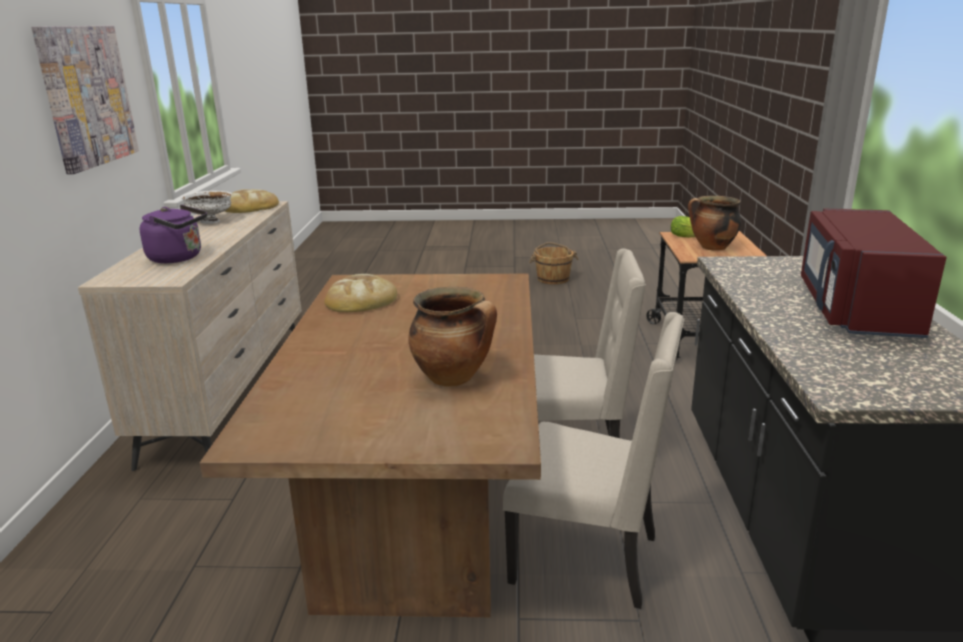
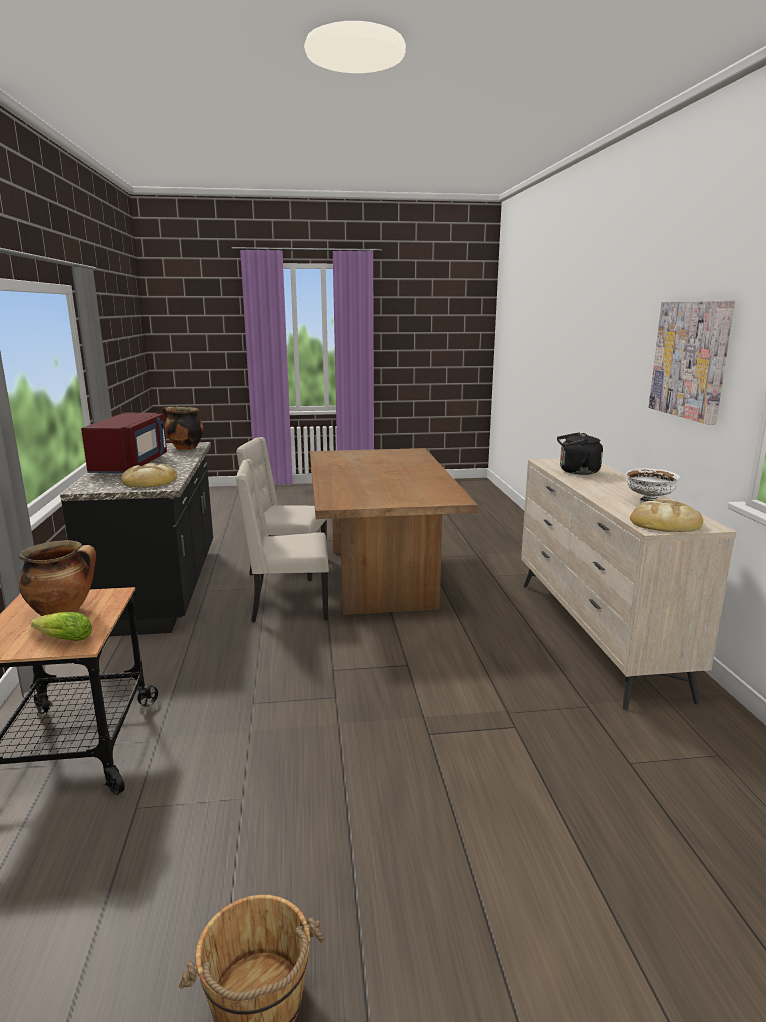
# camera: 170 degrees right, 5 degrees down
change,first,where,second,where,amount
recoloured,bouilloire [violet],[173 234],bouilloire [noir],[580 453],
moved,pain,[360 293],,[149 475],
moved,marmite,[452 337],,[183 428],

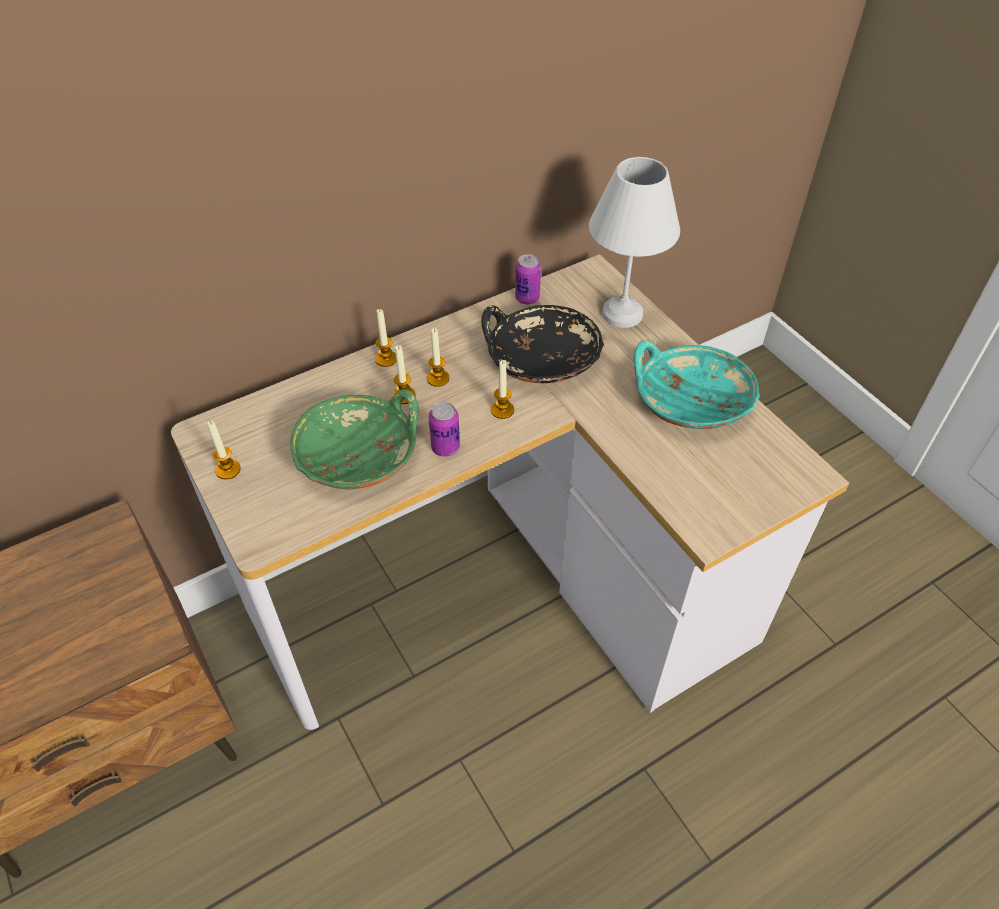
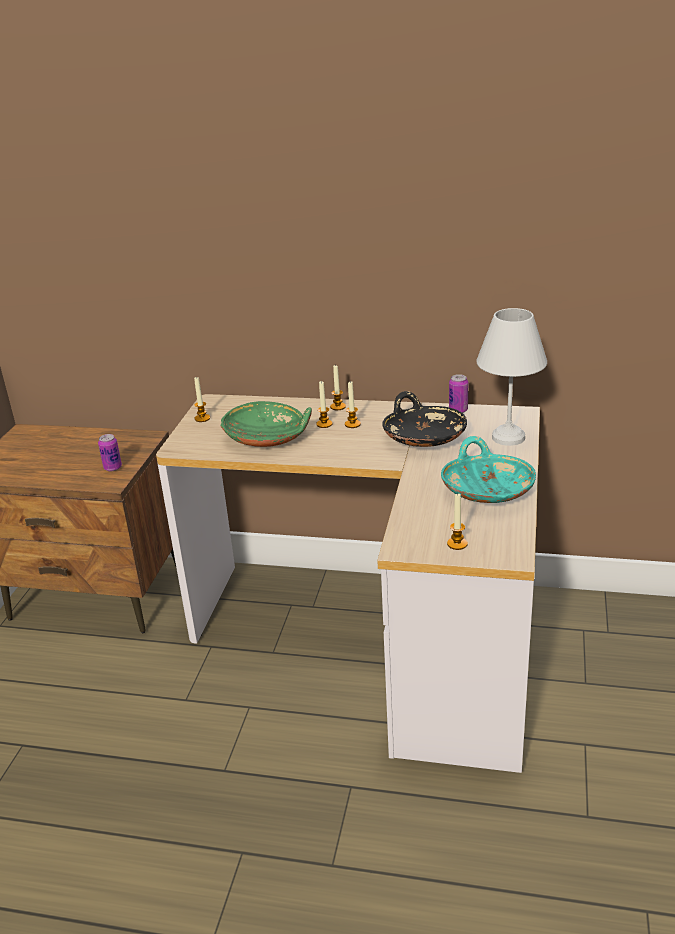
# camera: 45 degrees right, 20 degrees down
change,first,where,second,where,amount
moved,bougie,[502 389],,[457 522],
moved,boîte métallique,[444 429],,[110 452],

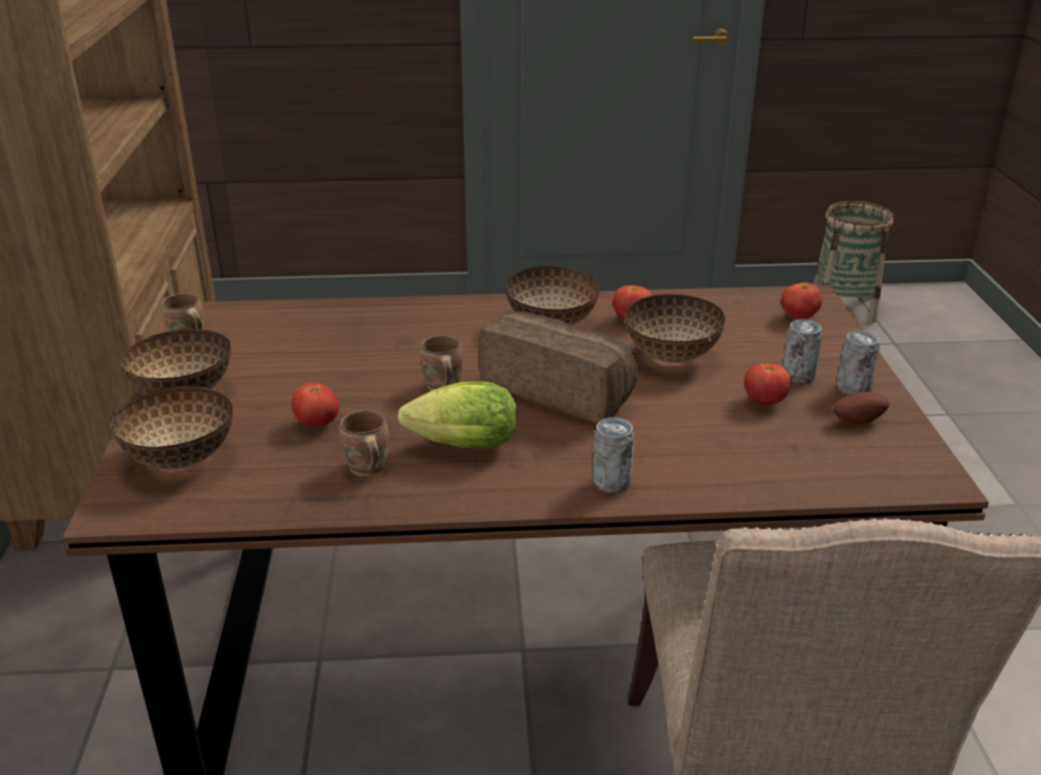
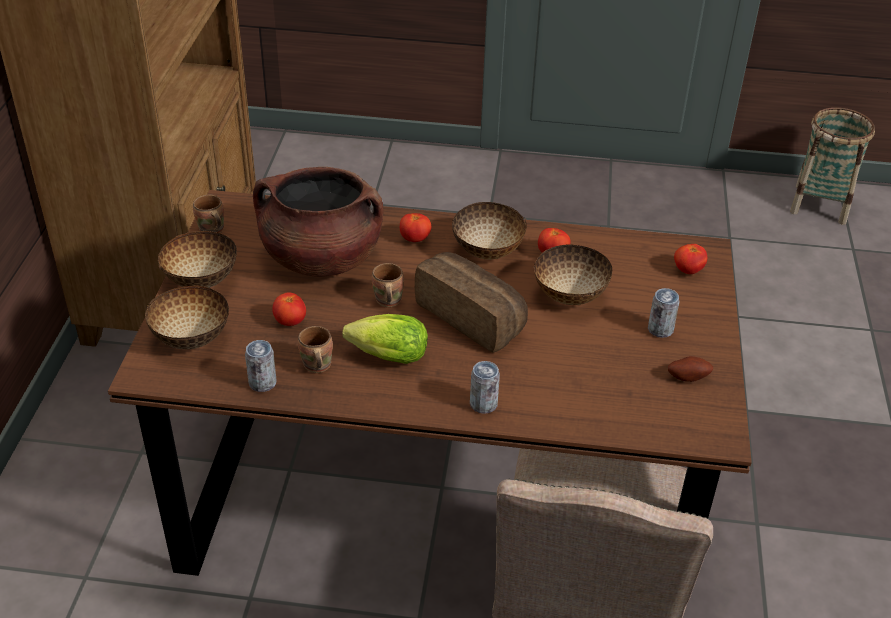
# camera: 10 degrees right, 10 degrees up
change,first,where,second,where,amount
moved,boîte métallique,[858 363],,[261 366],
moved,tomate,[767 384],,[415 227],
added,,,marmite [marron],[318 222],

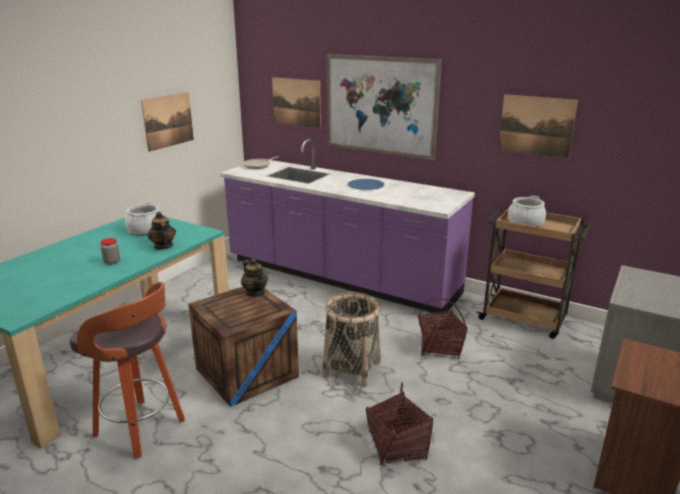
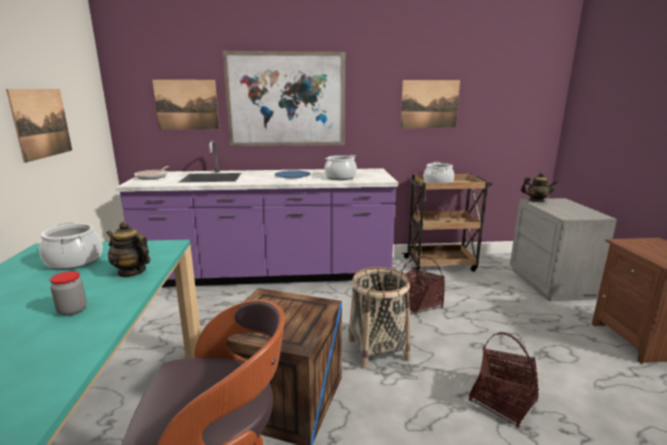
# camera: 35 degrees left, 5 degrees down
change,first,where,second,where,amount
moved,théière,[254 278],,[539 187],
added,,,marmite,[340 167],

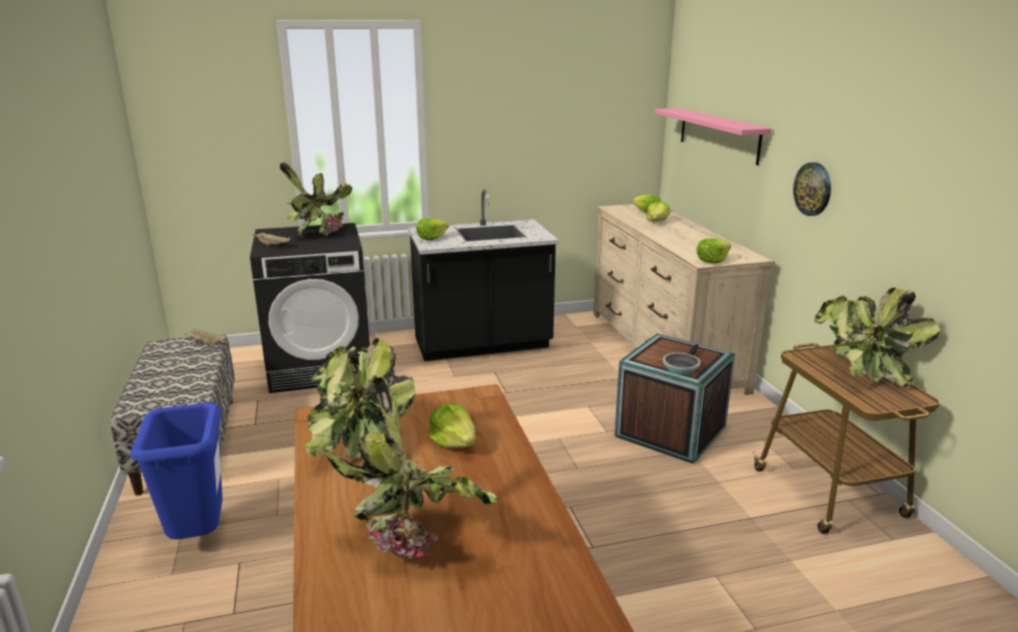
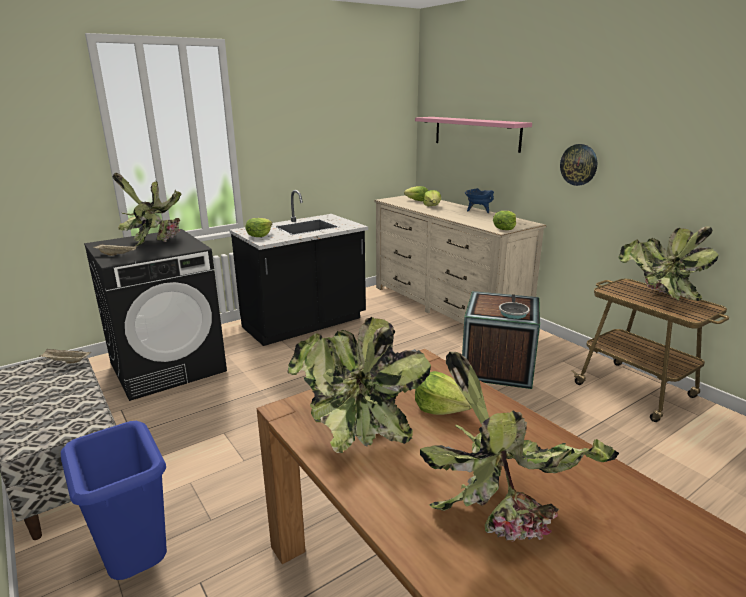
# camera: 20 degrees left, 0 degrees up
change,first,where,second,where,amount
added,,,marmite [bleu],[479 200],

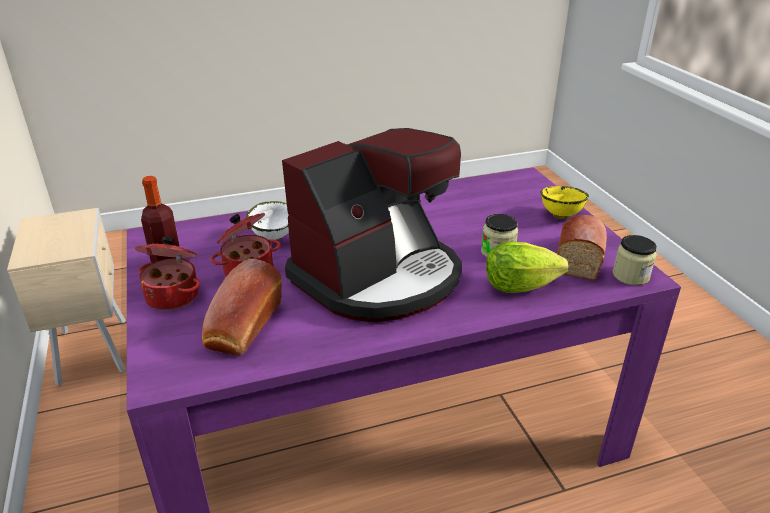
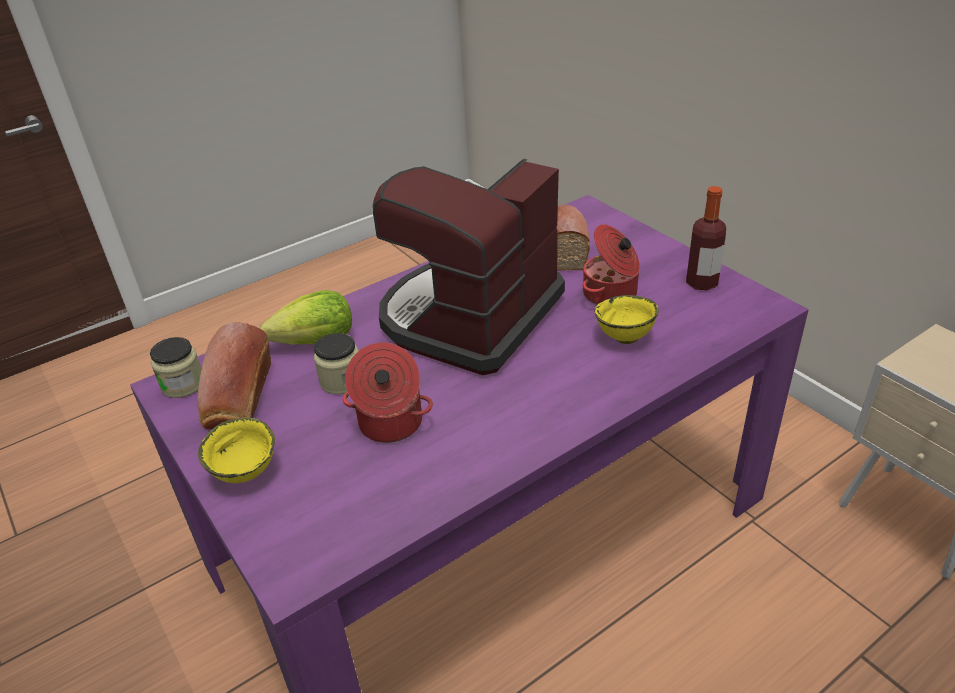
# camera: 165 degrees right, 5 degrees up
change,first,where,second,where,amount
recoloured,bol [blanc],[267 220],bol [jaune],[627 319],
moved,marmite,[167 273],,[388 392],

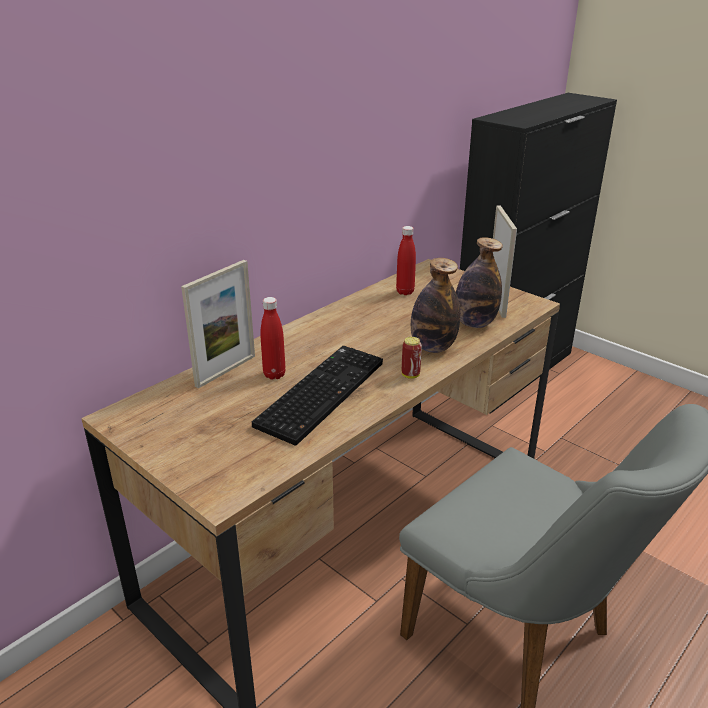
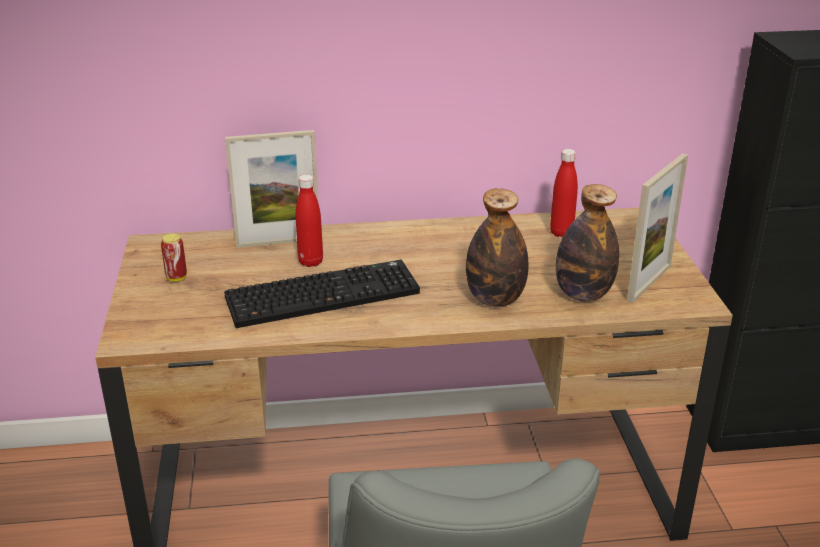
# camera: 40 degrees right, 0 degrees up
change,first,where,second,where,amount
moved,boîte métallique,[412 358],,[174 258],

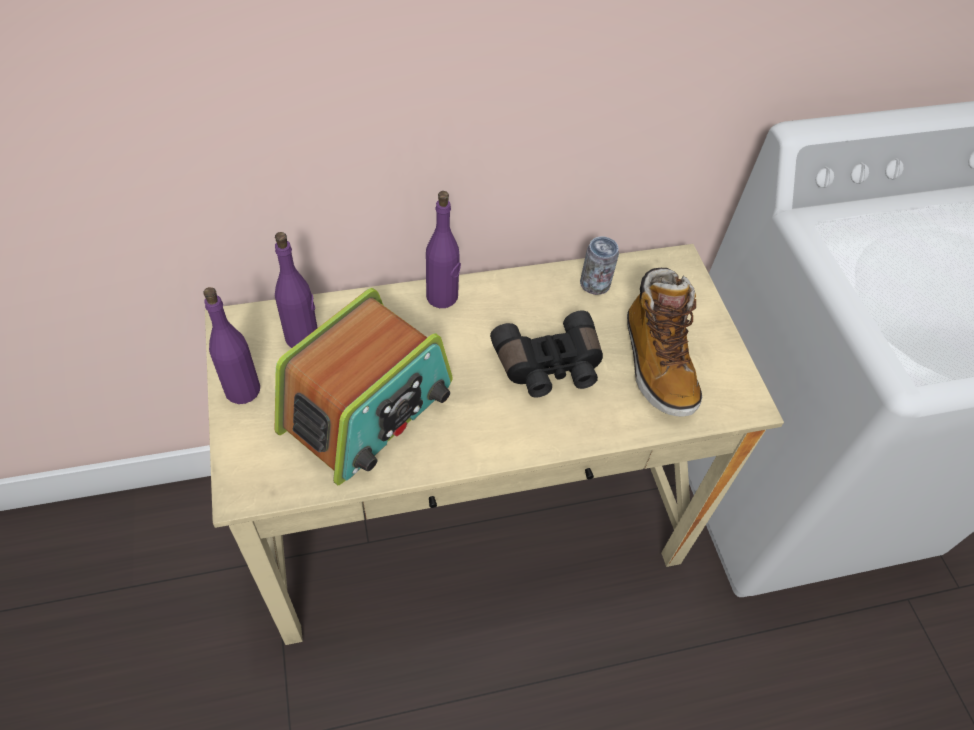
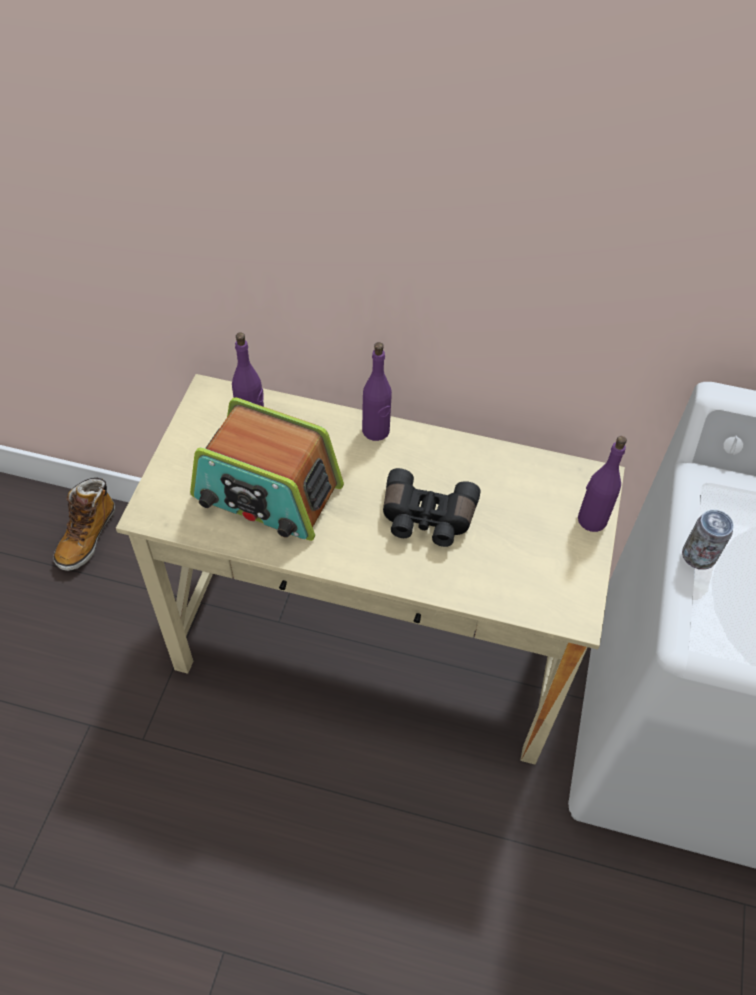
# camera: 30 degrees right, 0 degrees up
change,first,where,second,where,amount
moved,boîte métallique,[599 266],,[708 540],
moved,botte,[664 342],,[84 524],
moved,bouteille [violet],[231 345],,[602 484],
turned,radio,[364 386],,[267 469],45 degrees clockwise

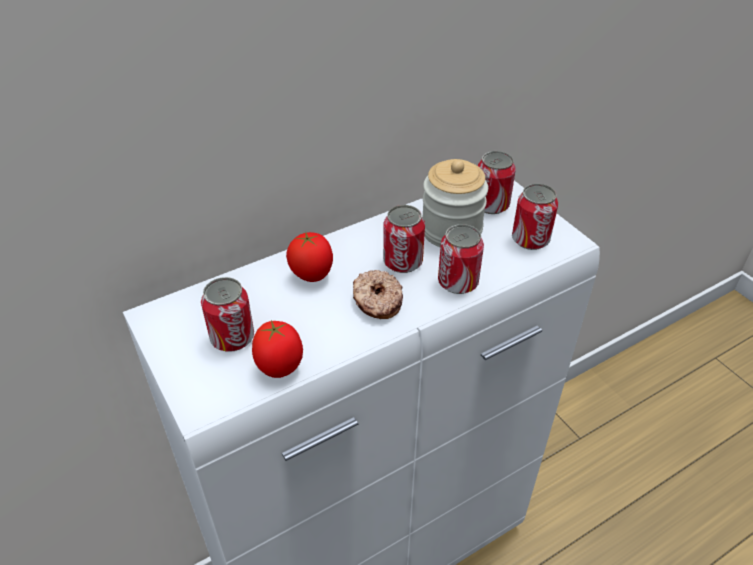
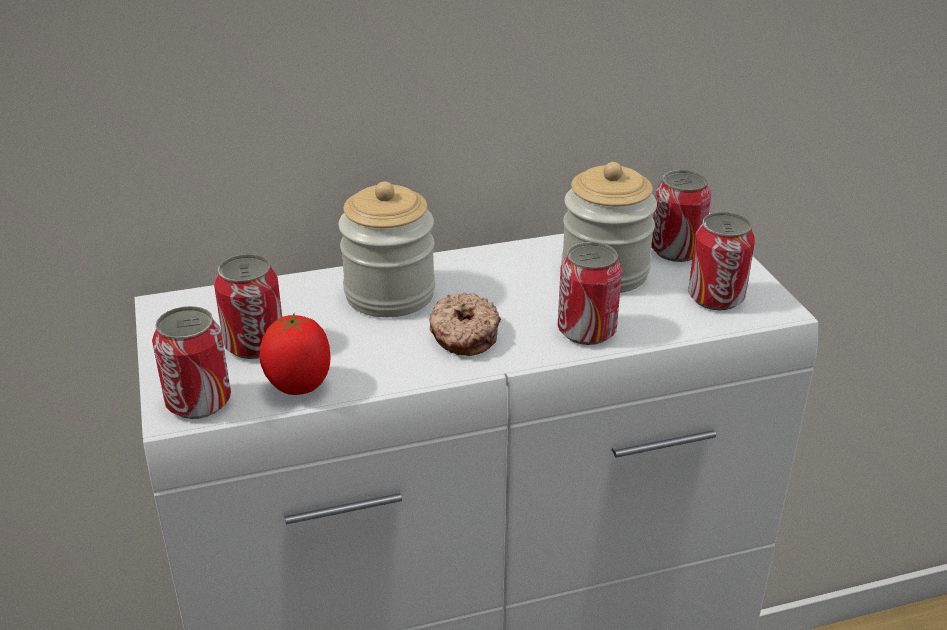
# camera: 15 degrees right, 10 degrees down
change,first,where,second,where,amount
moved,boîte métallique,[404 239],,[191 362],
replaced,tomate,[309 256],bocal,[386 249],

